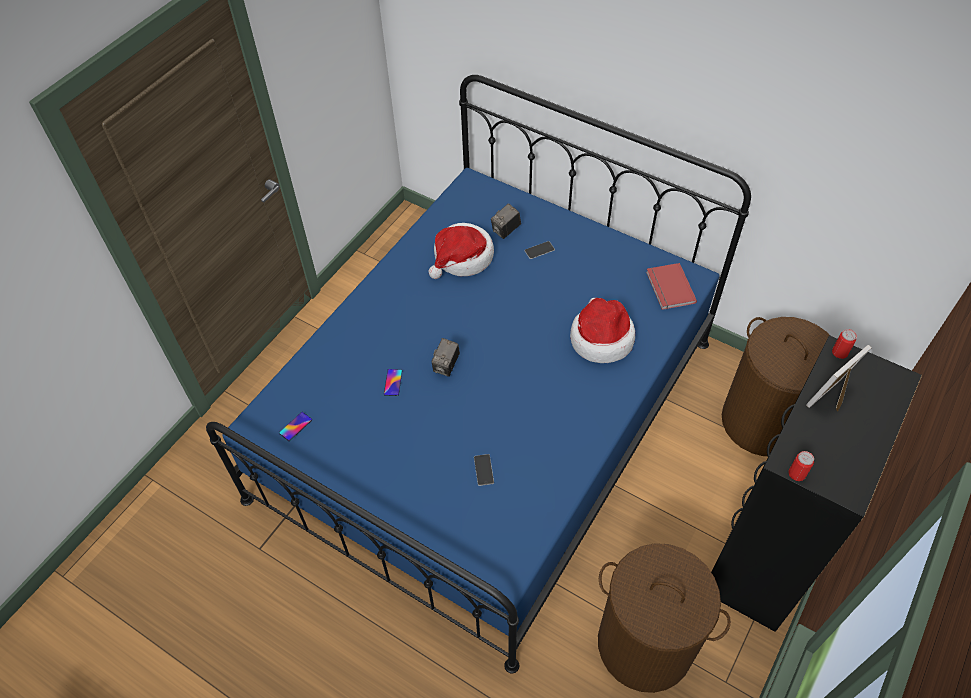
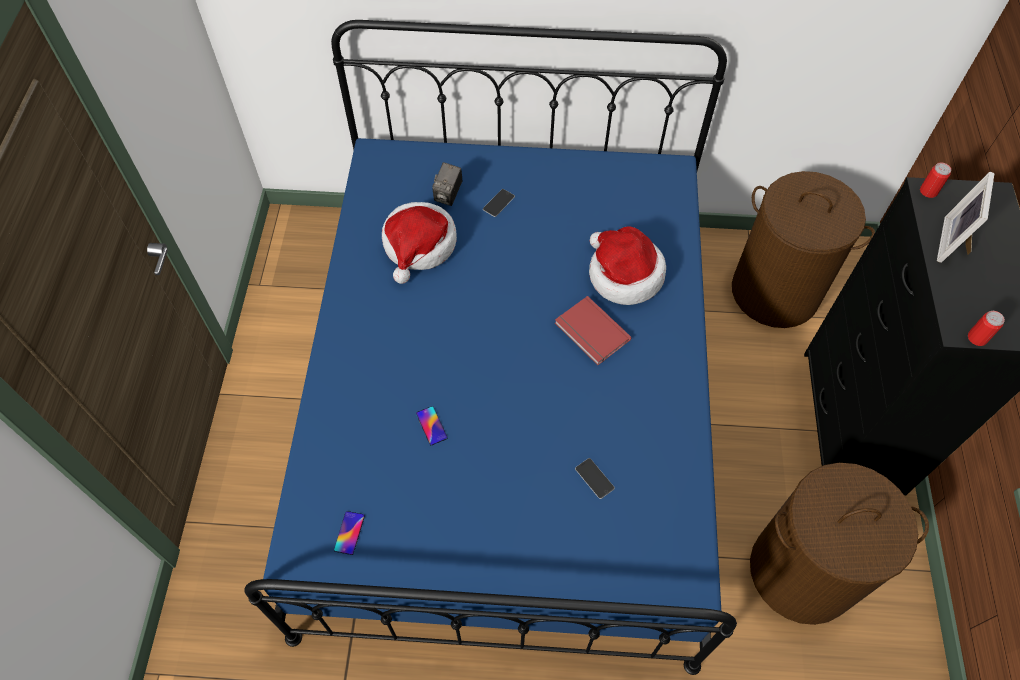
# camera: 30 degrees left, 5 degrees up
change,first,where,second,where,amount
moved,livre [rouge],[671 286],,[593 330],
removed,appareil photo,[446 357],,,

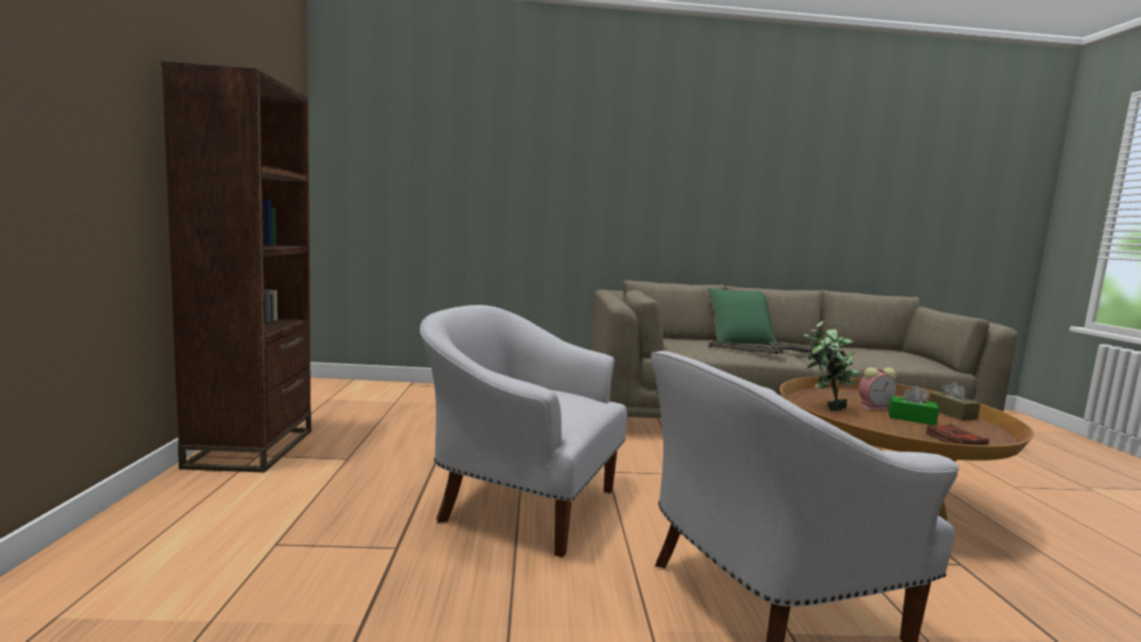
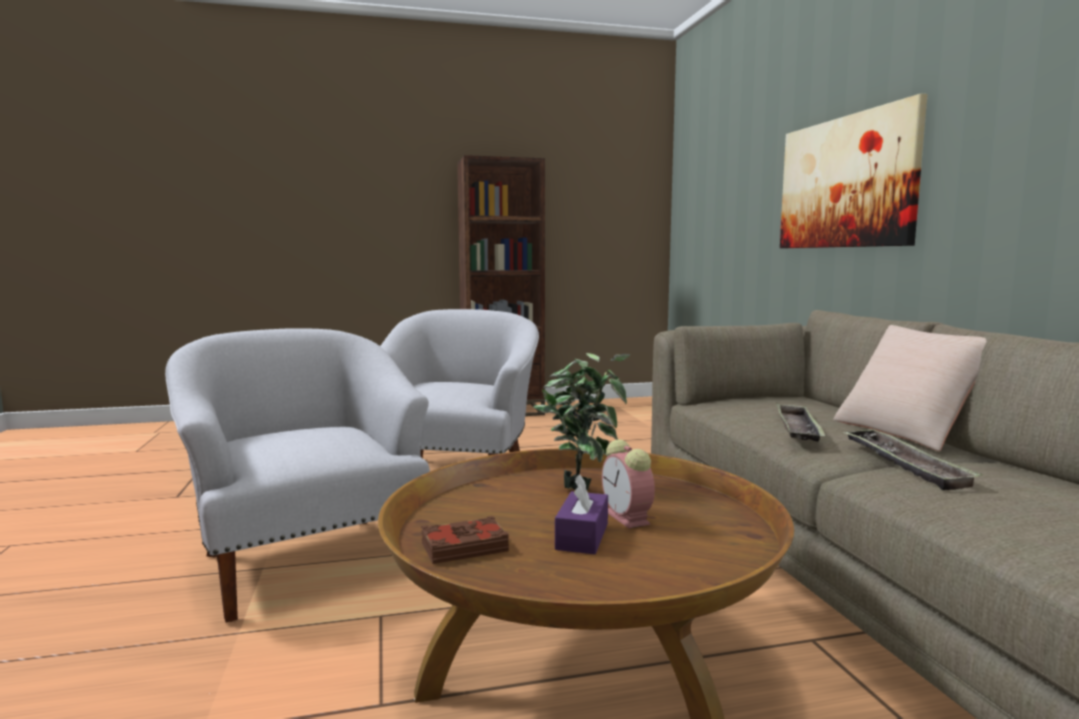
# camera: 80 degrees right, 0 degrees up
change,first,where,second,where,amount
recoloured,coussin [vert],[742 317],coussin [beige],[909 388],
removed,boîte à mouchoirs [marron],[954 401],,,
recoloured,boîte à mouchoirs [vert],[913 405],boîte à mouchoirs [violet],[581 514],
added,,,tableau,[853 171],

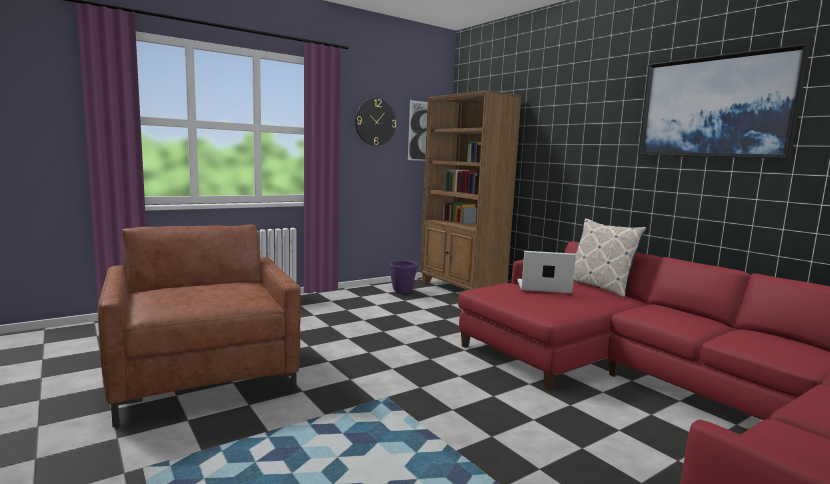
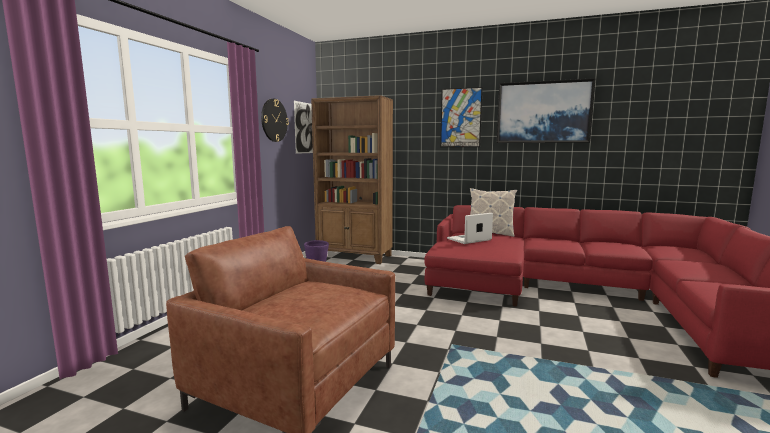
# camera: 35 degrees left, 0 degrees up
change,first,where,second,where,amount
added,,,tableau,[461 117],

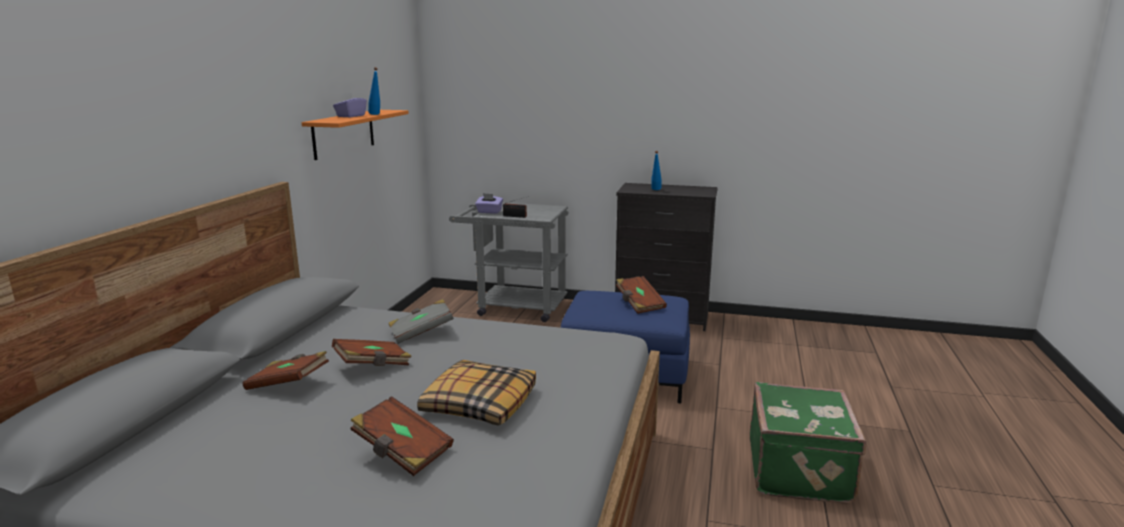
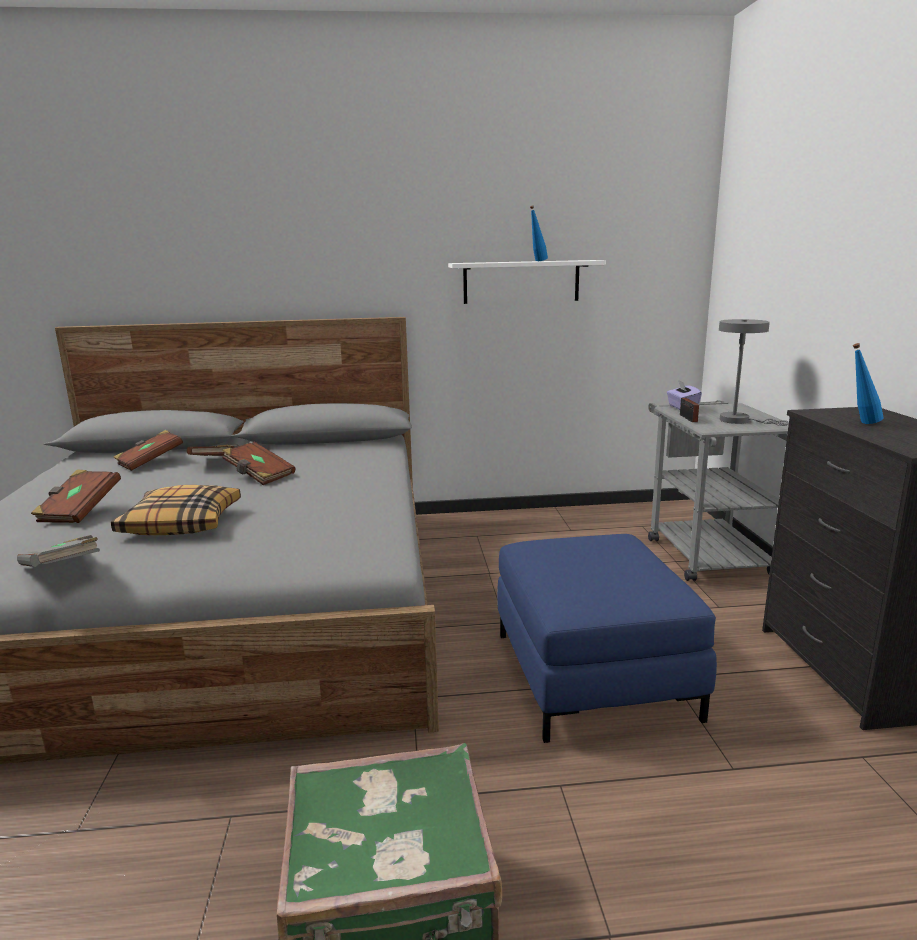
# camera: 70 degrees right, 0 degrees up
change,first,where,second,where,amount
removed,boîte à mouchoirs [violet],[350 104],,,
recoloured,étagère [orange],[355 135],étagère [blanc],[527 282],
moved,livre [marron],[641 295],,[148 450],
moved,livre [gris],[421 321],,[58 551],
added,,,lampe de table [gris],[754 372],

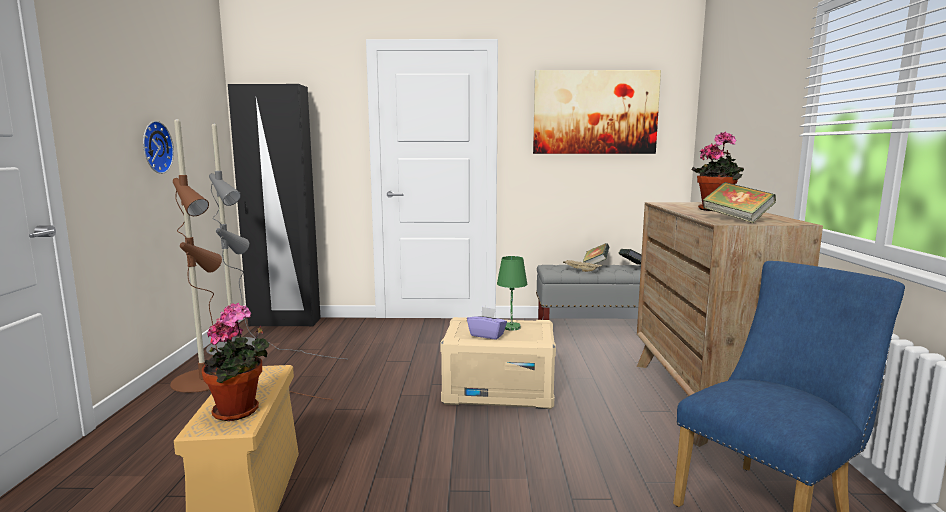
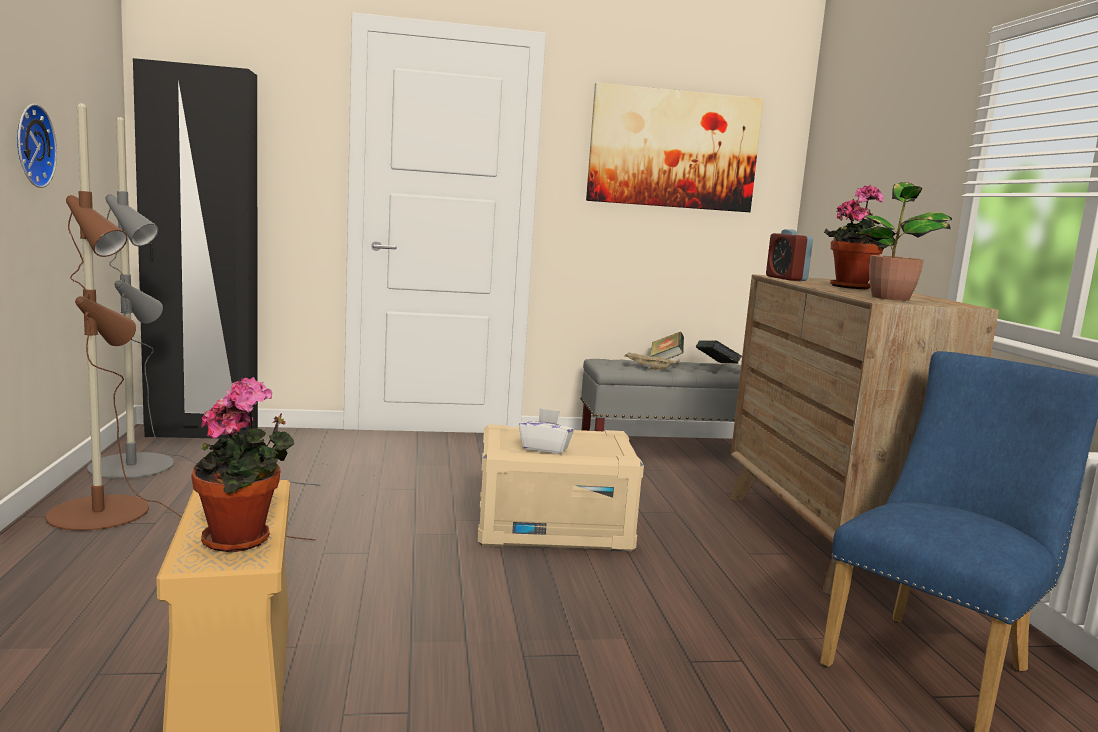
# camera: 10 degrees left, 0 degrees up
change,first,where,second,where,amount
replaced,livre,[739 202],plante en pot,[902 241],
removed,lampe de table [vert],[512 293],,,
recoloured,boîte à mouchoirs [violet],[487 323],boîte à mouchoirs [blanc],[546 431],
added,,,réveil,[789 255],

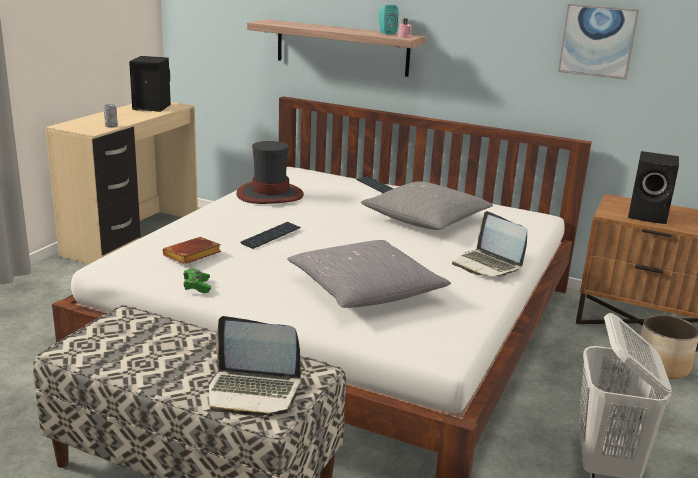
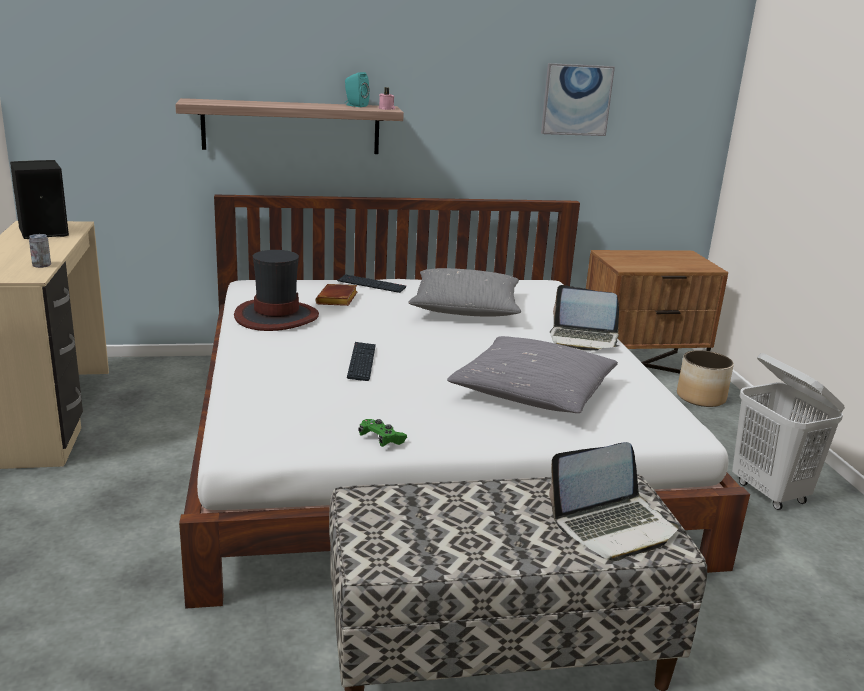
# camera: 35 degrees left, 0 degrees up
change,first,where,second,where,amount
removed,enceinte [noir],[653 187],,,
moved,livre [marron],[192 250],,[336 295],

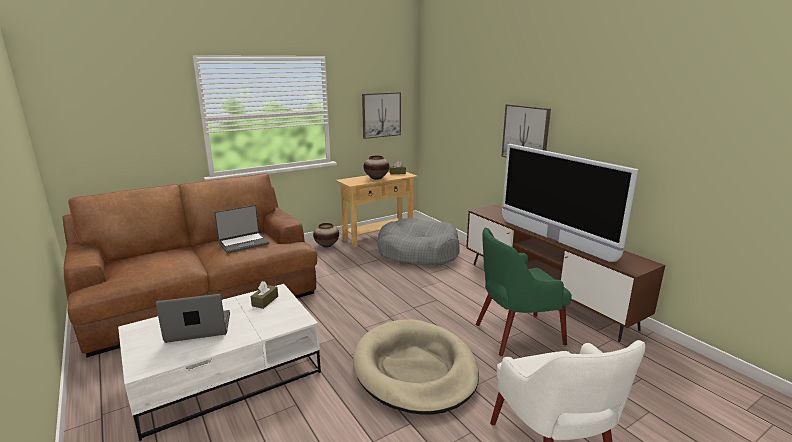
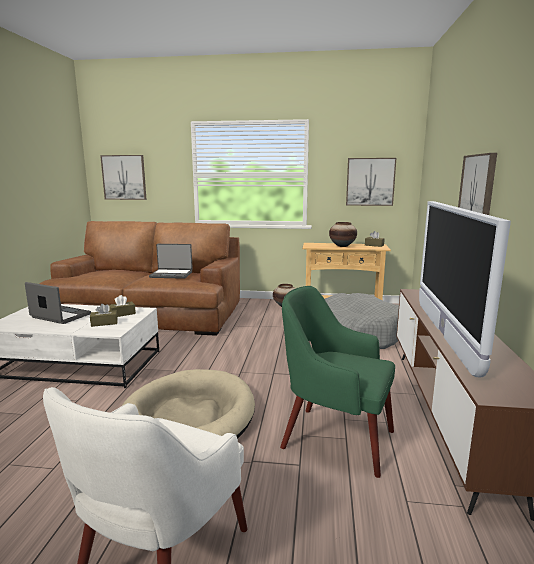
# camera: 40 degrees right, 5 degrees down
change,first,where,second,where,amount
added,,,tableau,[123 177],
added,,,boîte à mouchoirs [marron],[104 315],

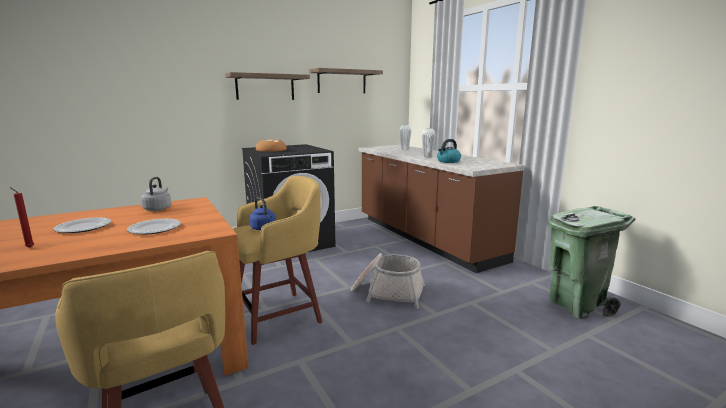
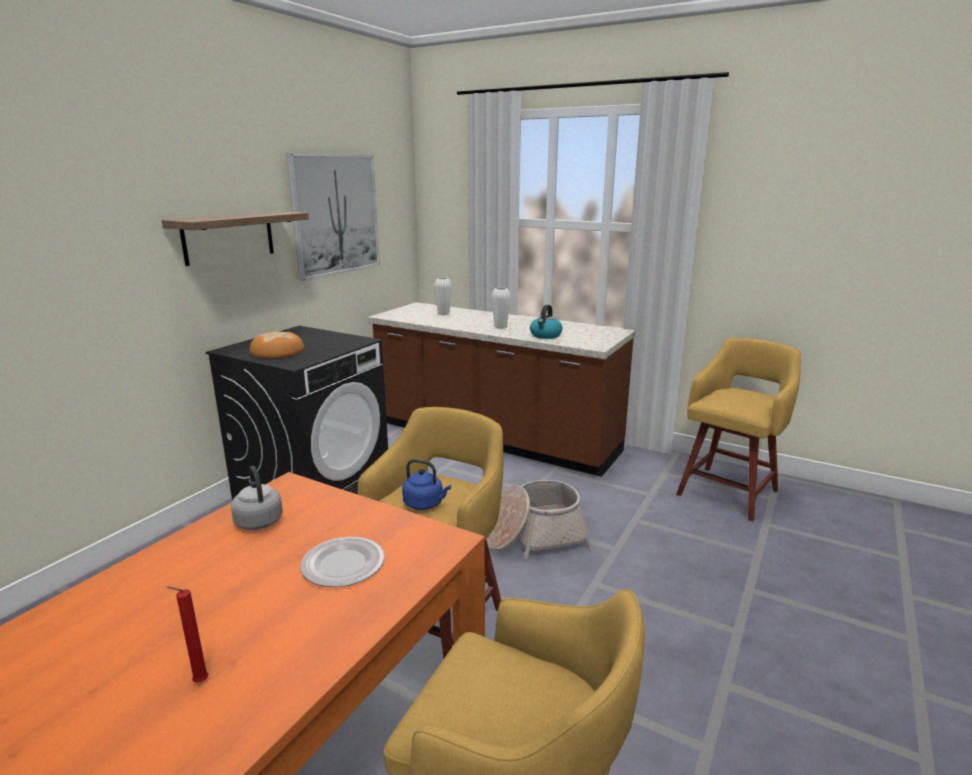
# camera: 30 degrees left, 5 degrees up
change,first,where,second,where,amount
replaced,étagère,[346 80],tableau,[333 217],
replaced,poubelle [vert],[592 262],tabouret [jaune],[738 429],
removed,assiette,[82 225],,,

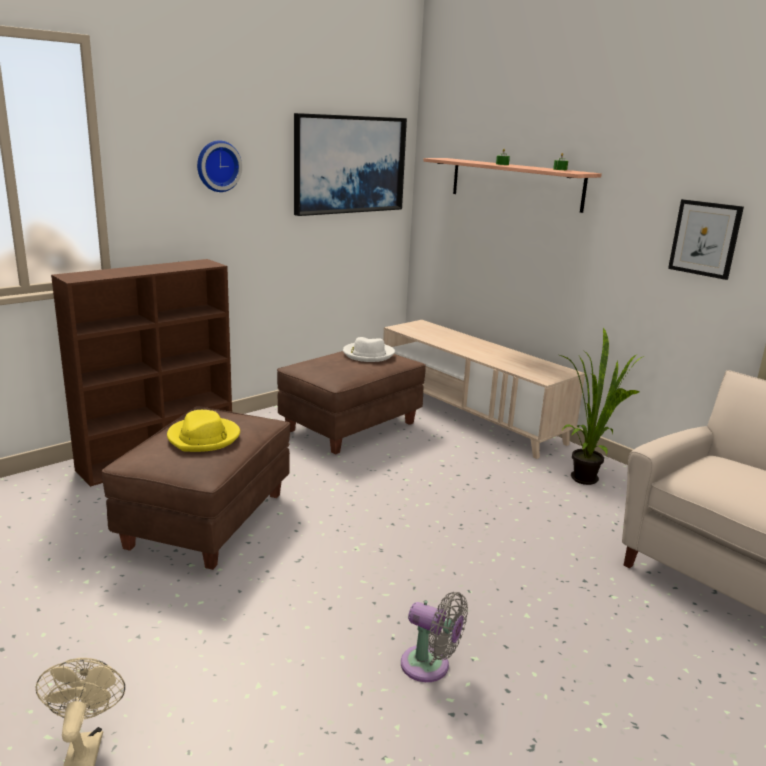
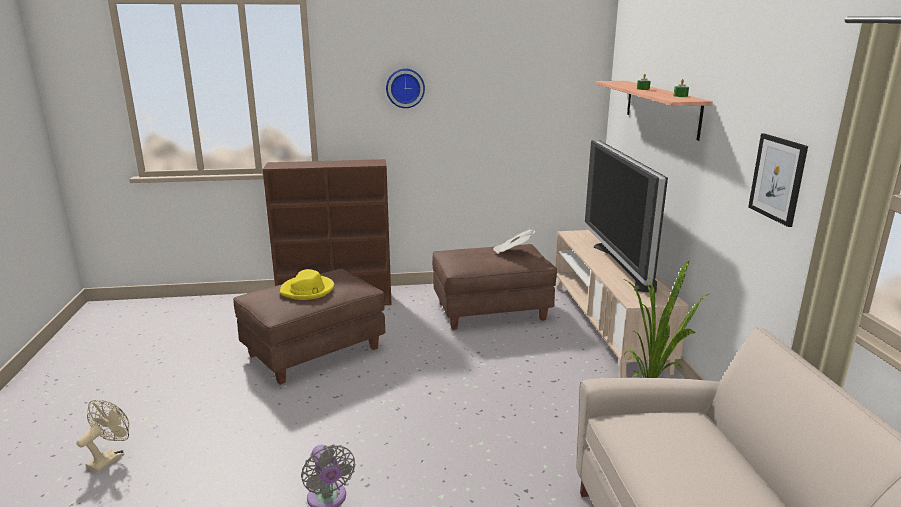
# camera: 35 degrees right, 0 degrees up
change,first,where,second,where,amount
removed,tableau,[350 164],,,
replaced,chapeau [blanc],[369 349],journal,[514 241],
added,,,téléviseur,[626 216],

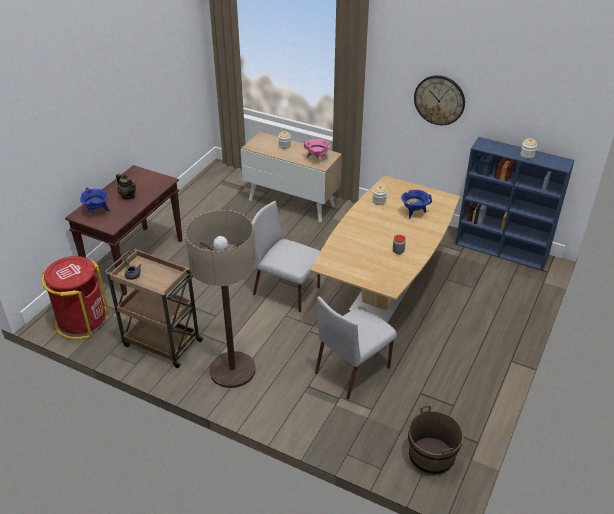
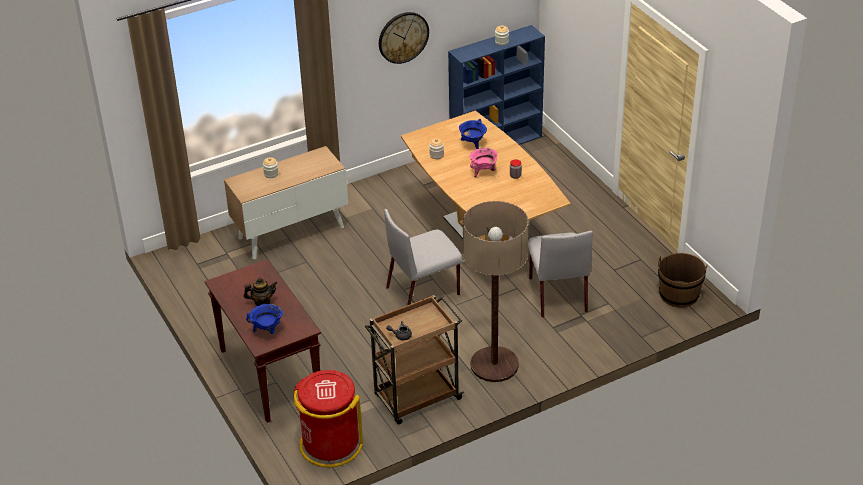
# camera: 55 degrees left, 0 degrees up
change,first,where,second,where,amount
moved,marmite [rose],[317 149],,[484 163],

